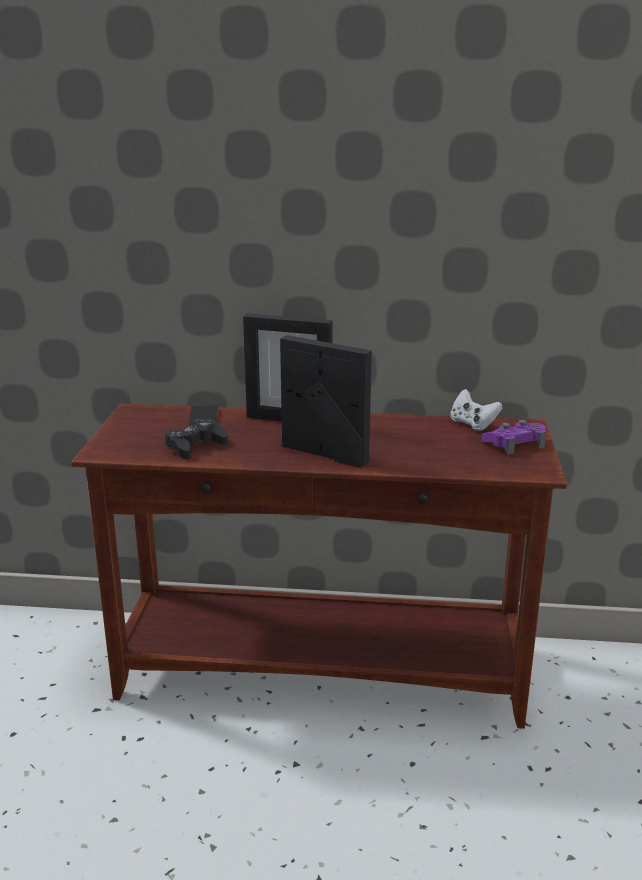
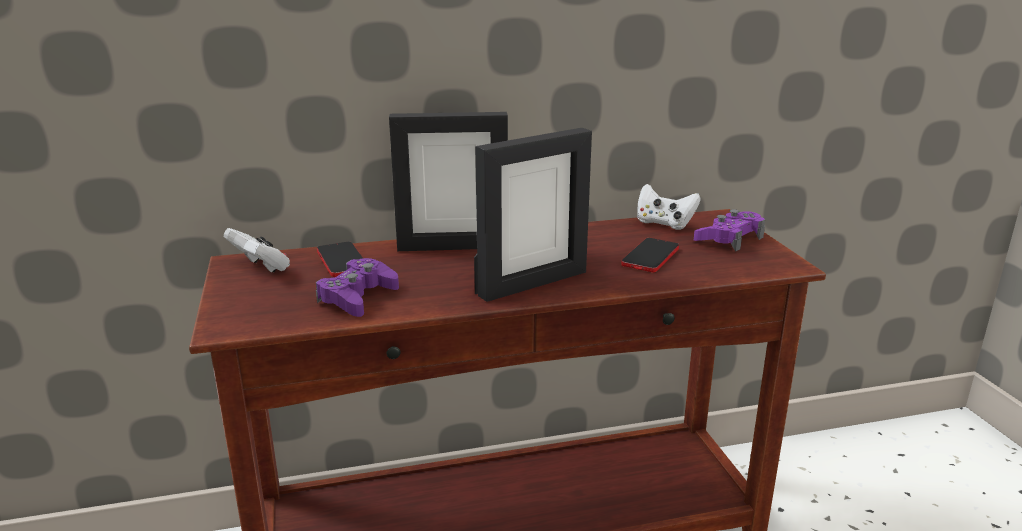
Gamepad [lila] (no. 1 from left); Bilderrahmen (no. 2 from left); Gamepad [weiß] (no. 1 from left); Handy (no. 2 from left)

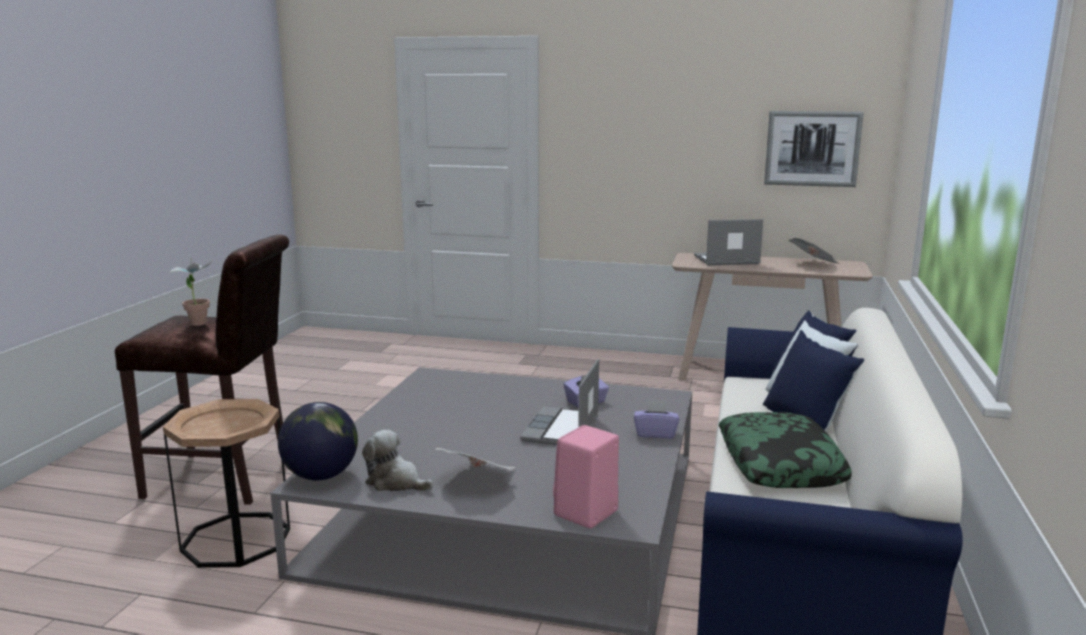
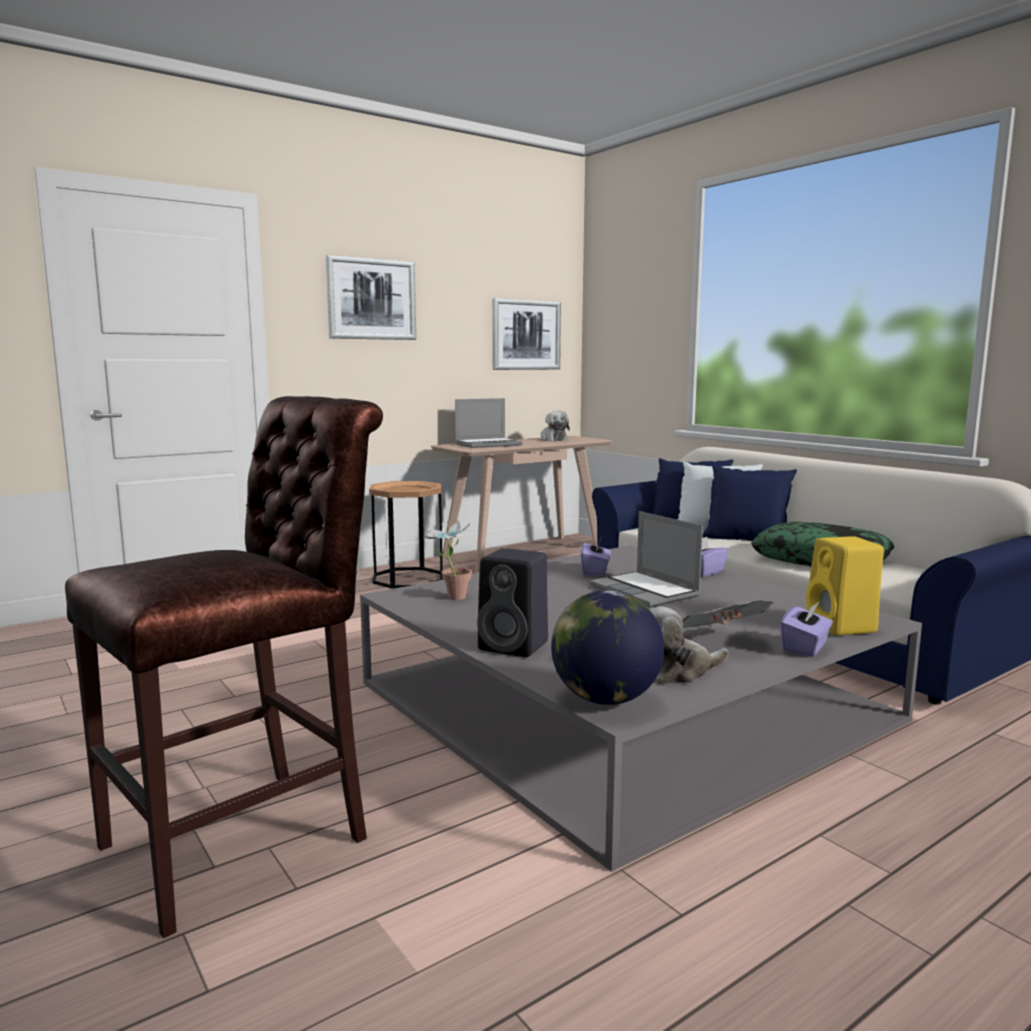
Beistelltisch [braun]; Topfpflanze; Lautsprecher [gelb]; Laptop (no. 1 from left); Plüschtier (no. 1 from left); Bild (no. 1 from left); Lautsprecher [schwarz]; Taschentuchbox [lila] (no. 3 from left)

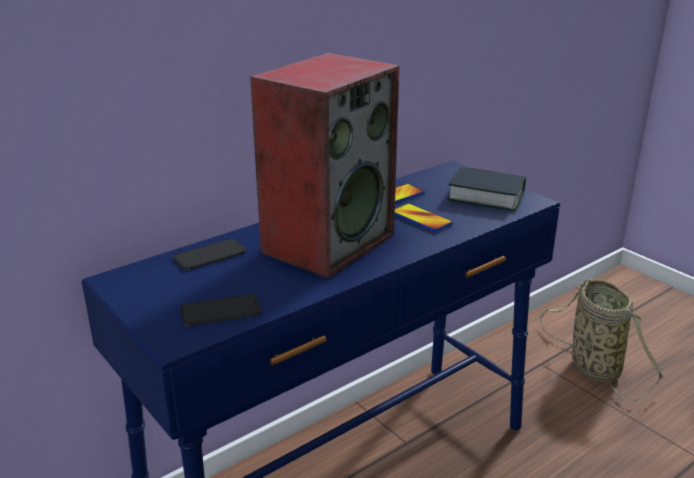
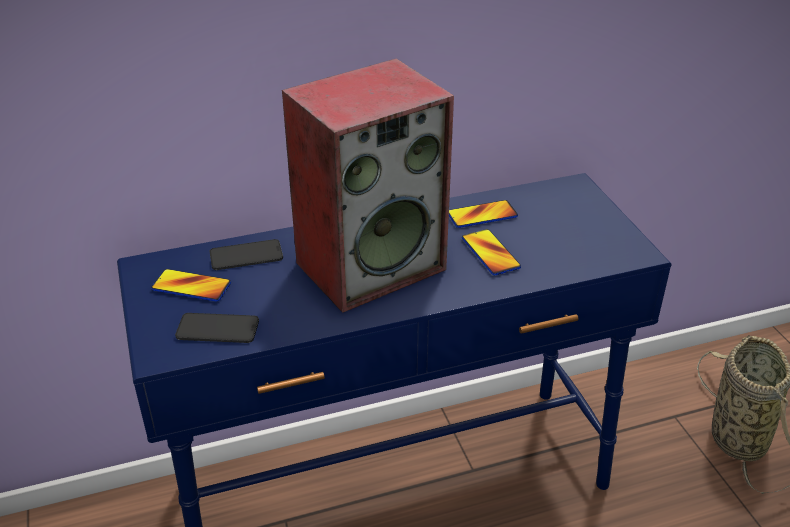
Buch; Handy (no. 1 from left)

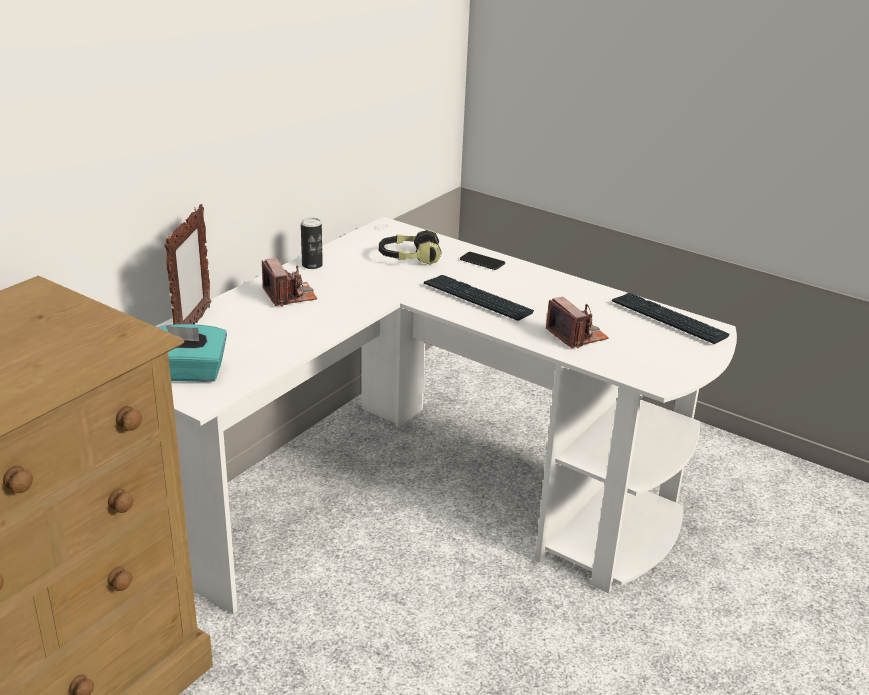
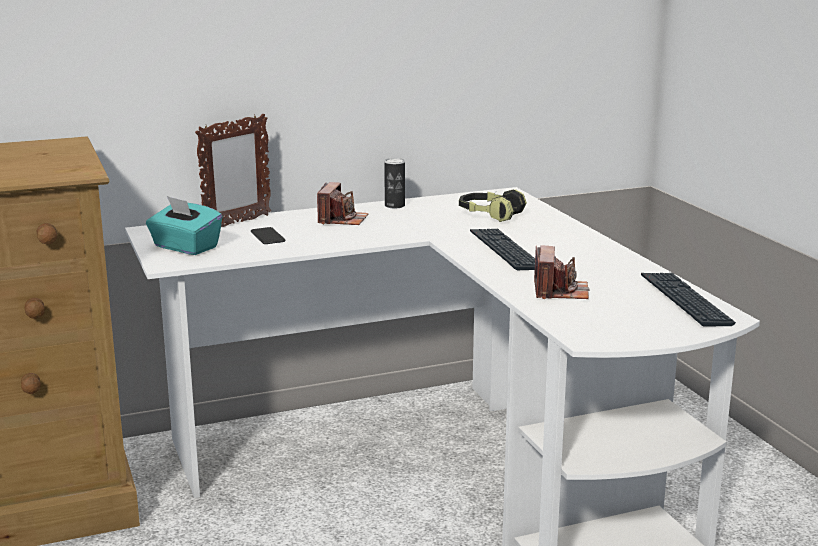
Handy

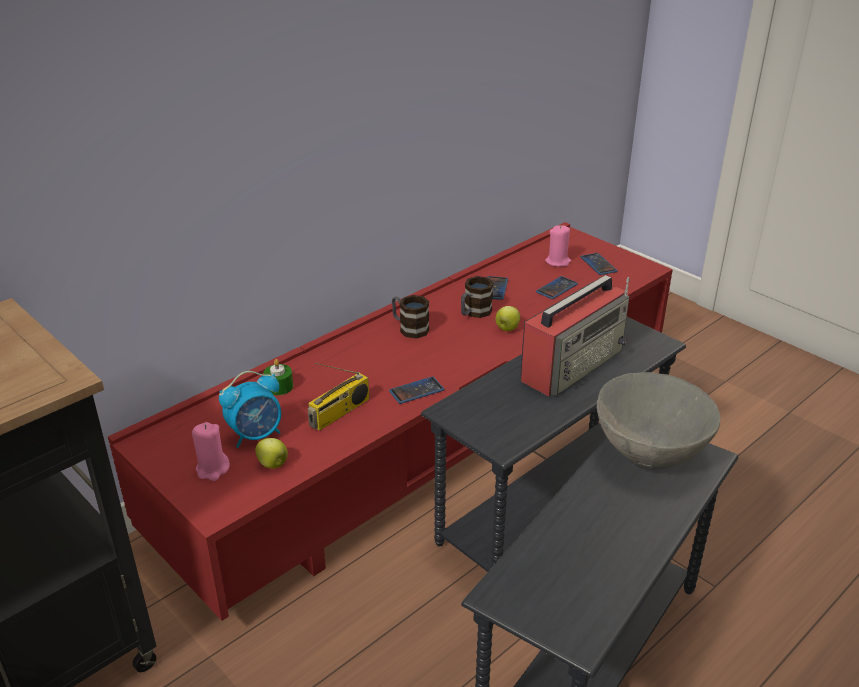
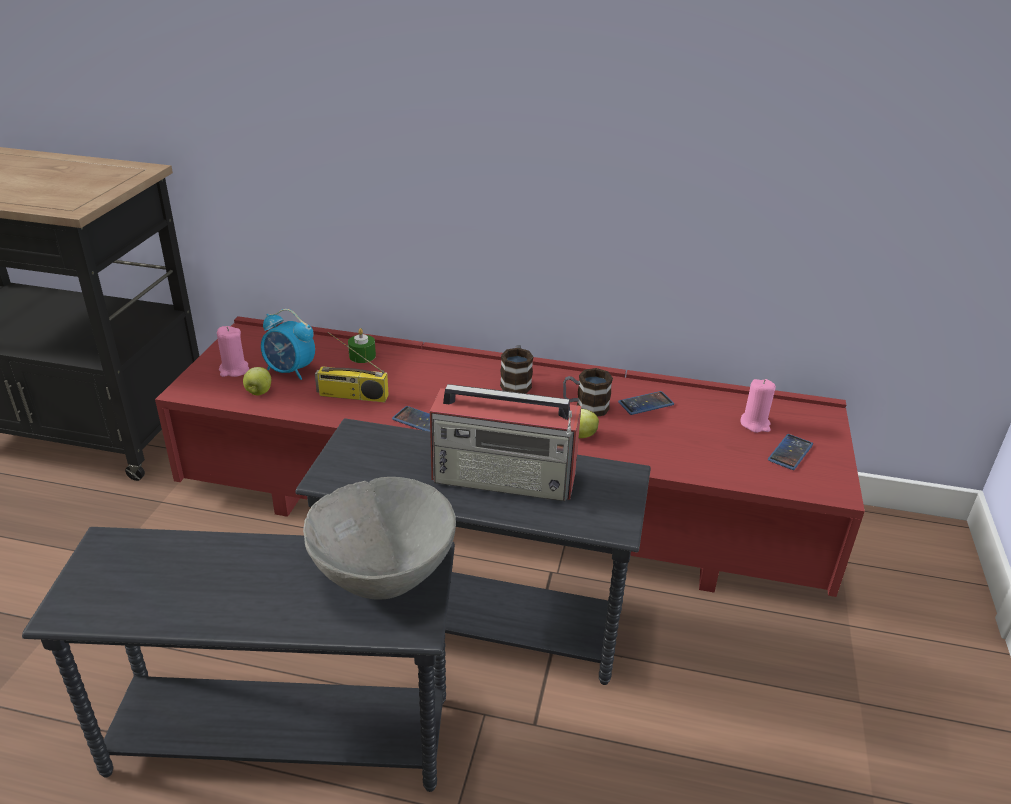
Handy (no. 3 from left in the first image)

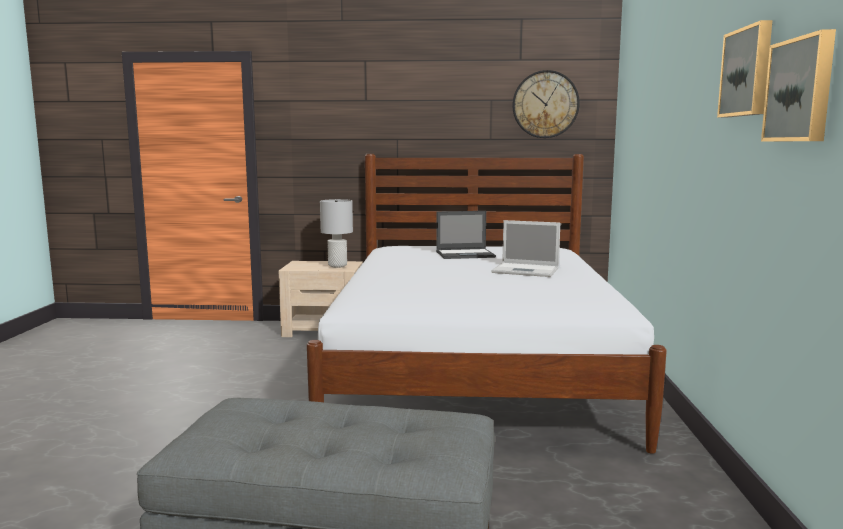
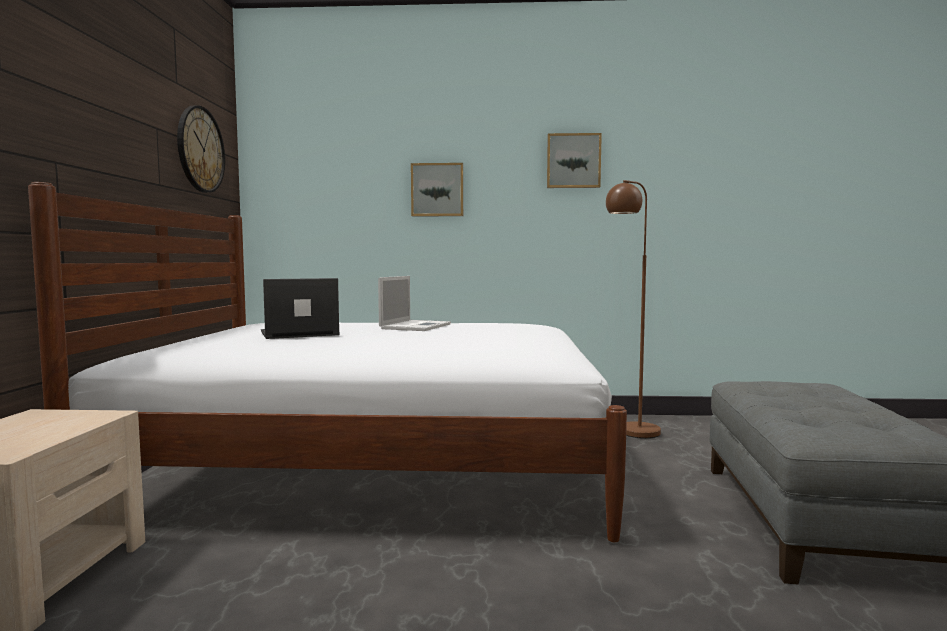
Tischlampe [grau]; Laptop (no. 1 from left); Bild (no. 1 from left); Stehlampe [braun]

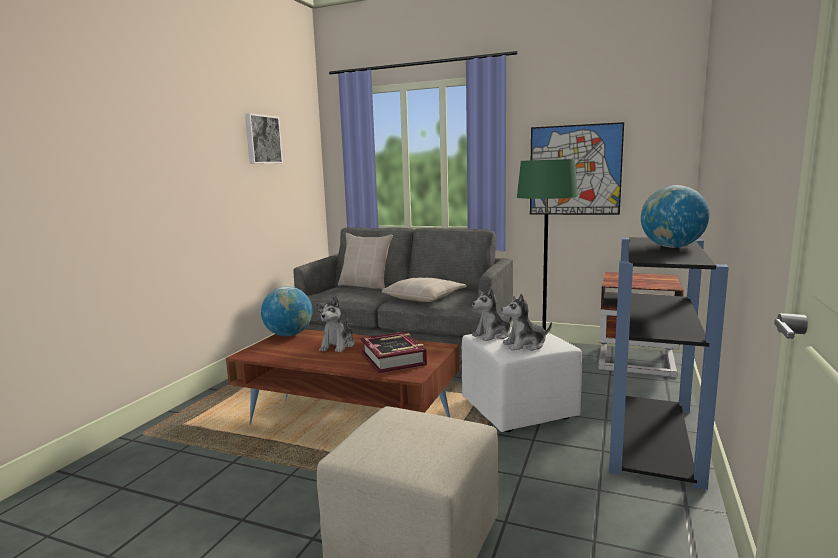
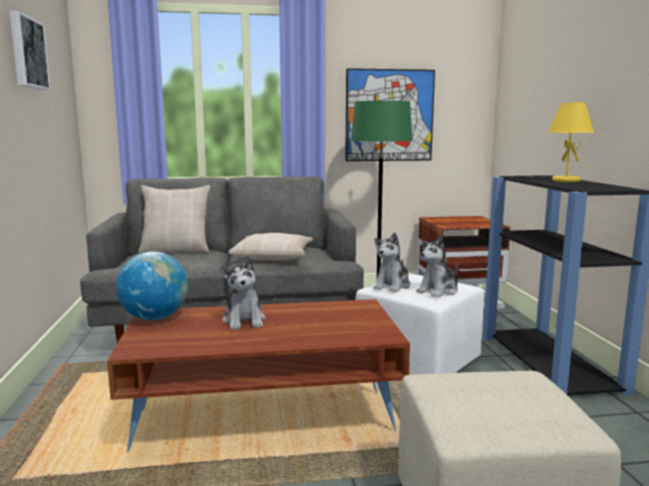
Buch; Tischlampe [gelb]

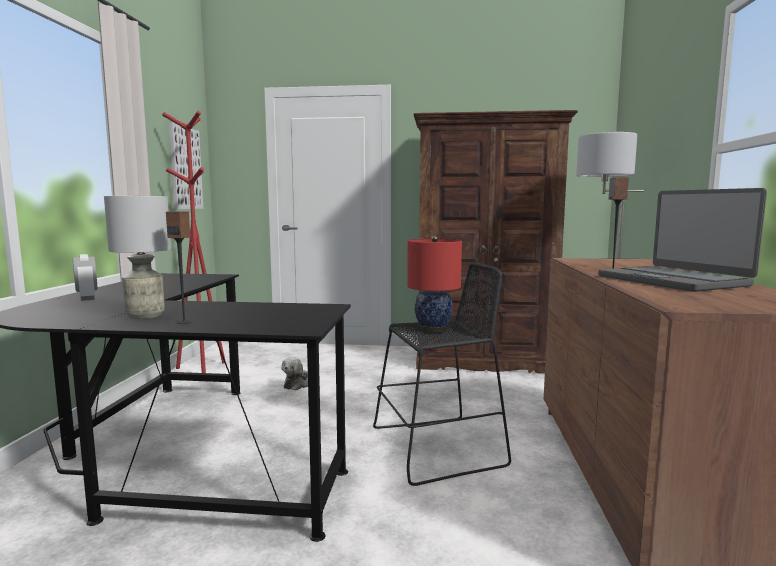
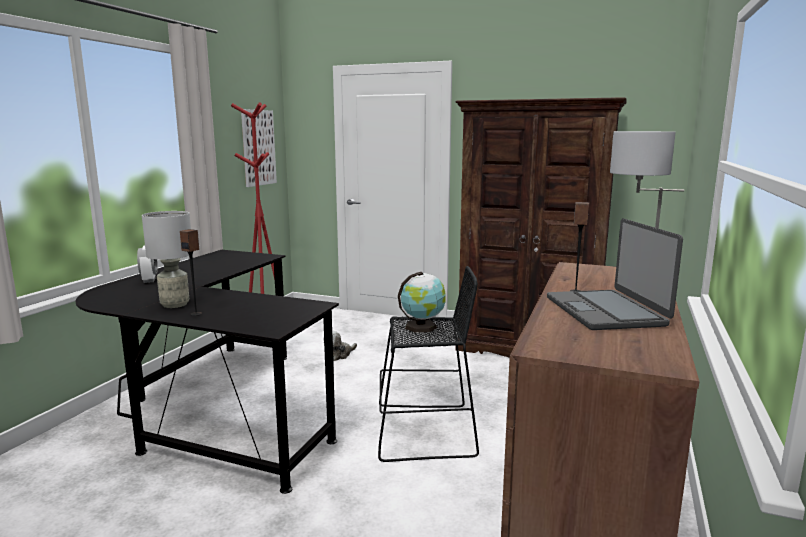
Globus

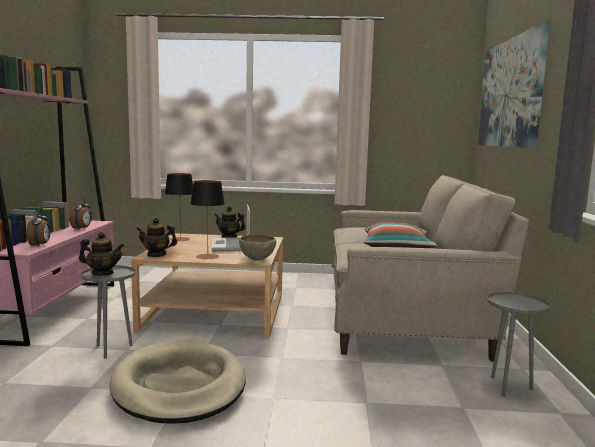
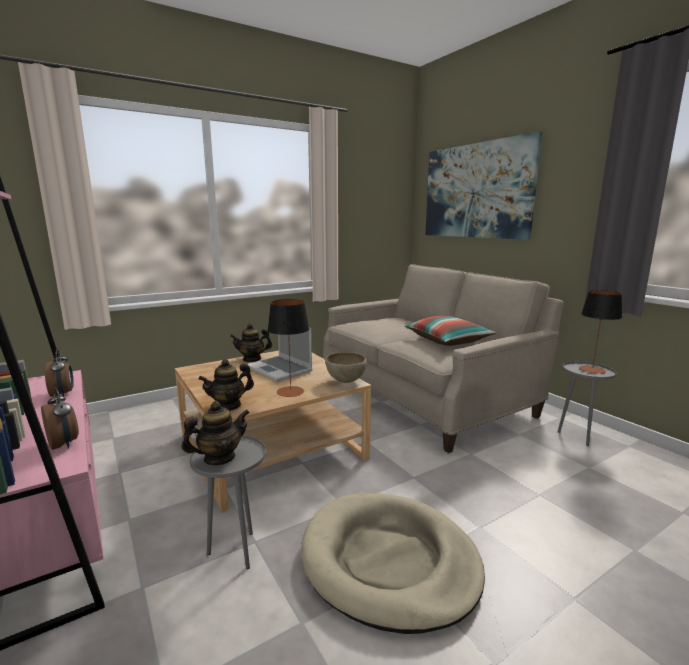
Tischlampe (no. 2 from left)

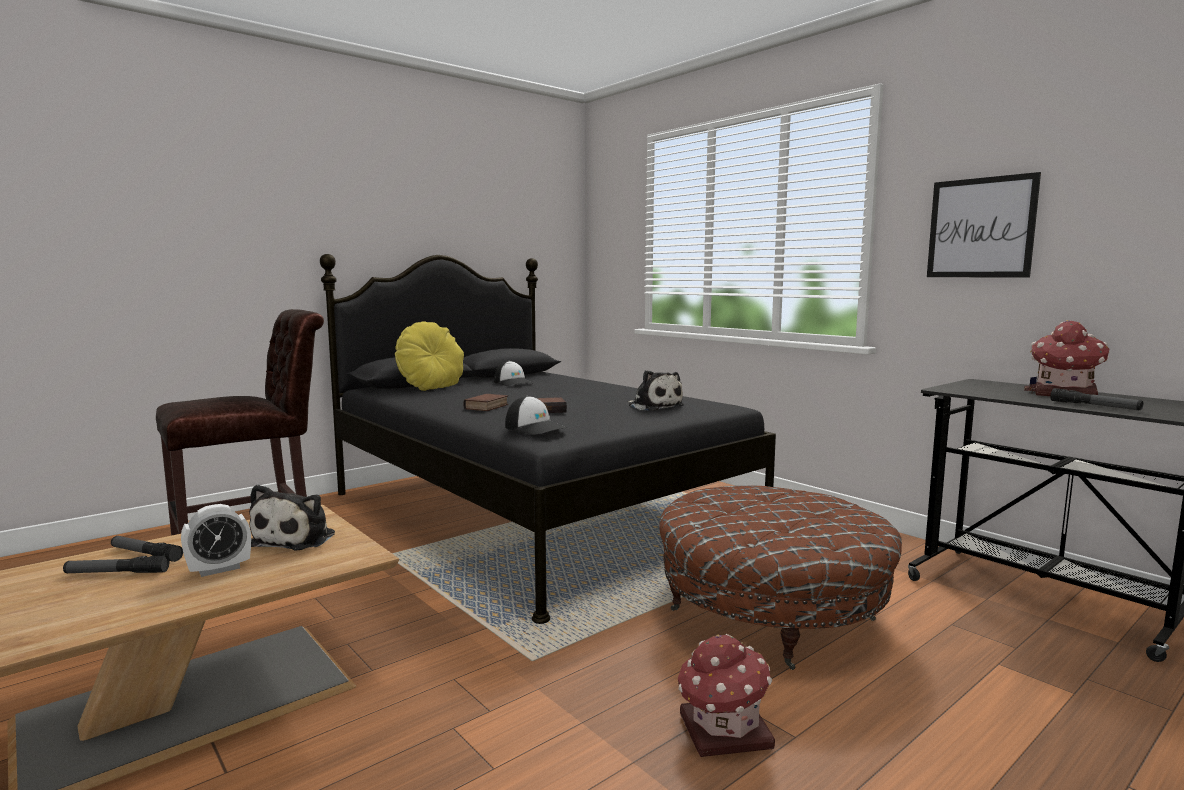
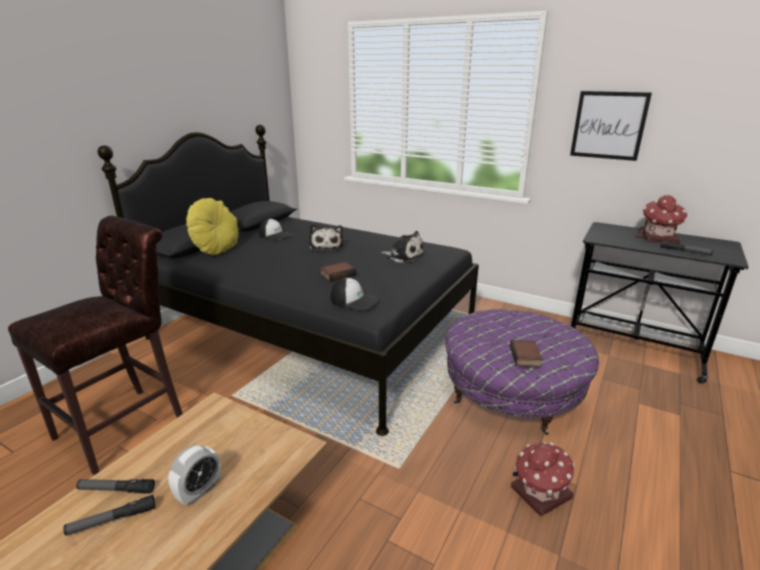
Plüschtier (no. 1 from left); Buch (no. 2 from left); Polsterhocker [lila]

